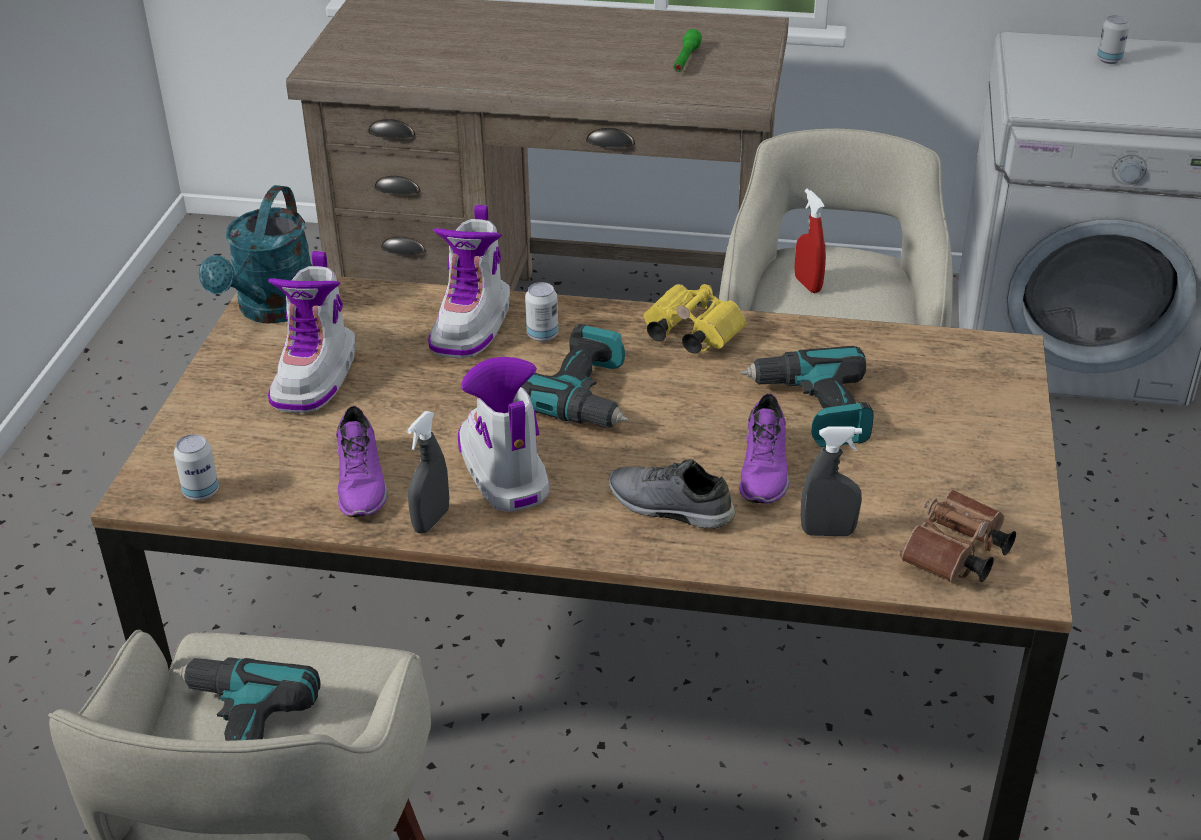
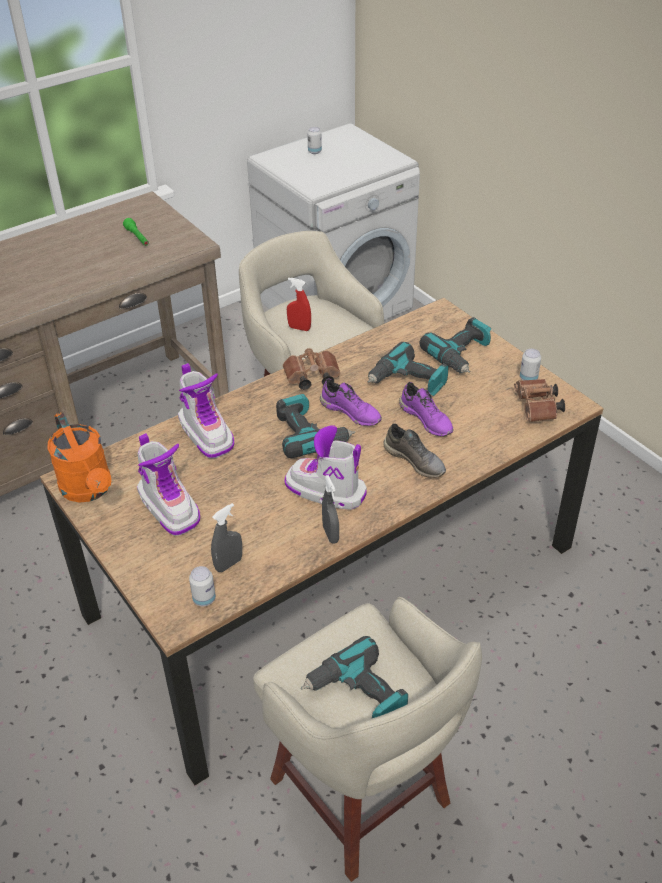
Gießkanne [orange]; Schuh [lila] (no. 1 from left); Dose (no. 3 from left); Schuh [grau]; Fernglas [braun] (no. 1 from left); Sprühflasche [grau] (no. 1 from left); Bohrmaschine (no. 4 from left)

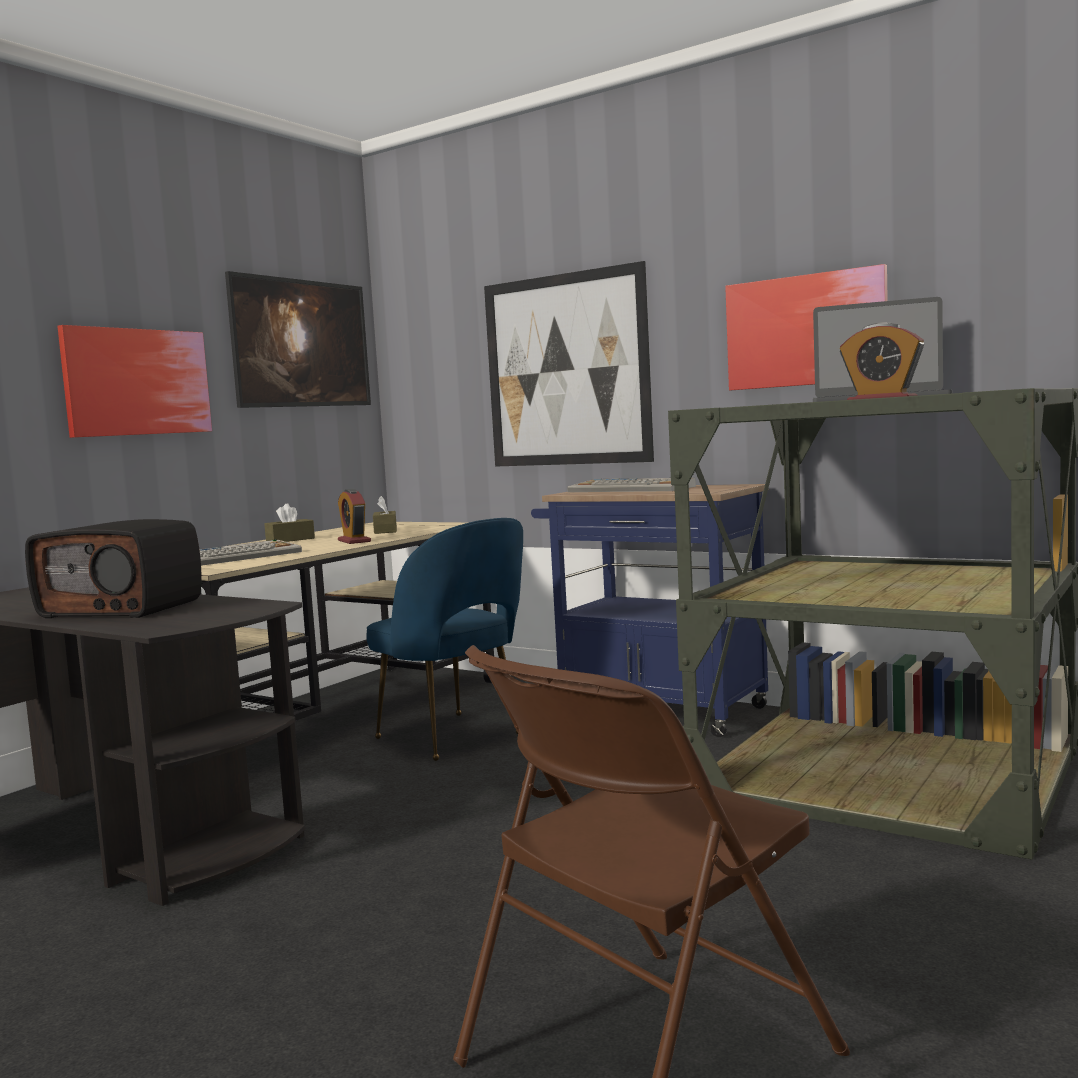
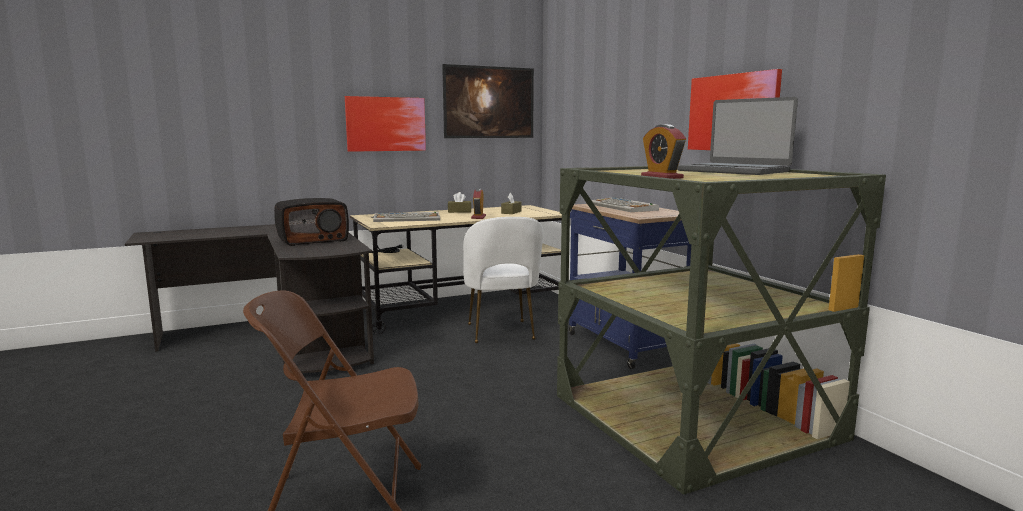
Radio; Stuhl [weiß]; Bild (no. 3 from left in the first image)

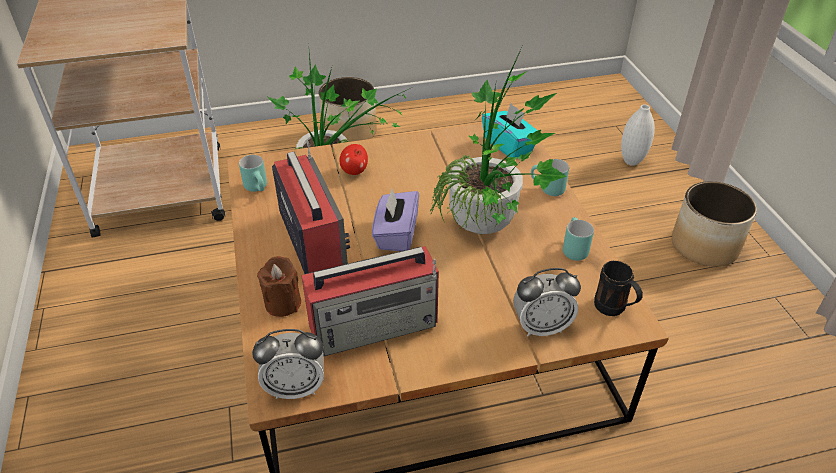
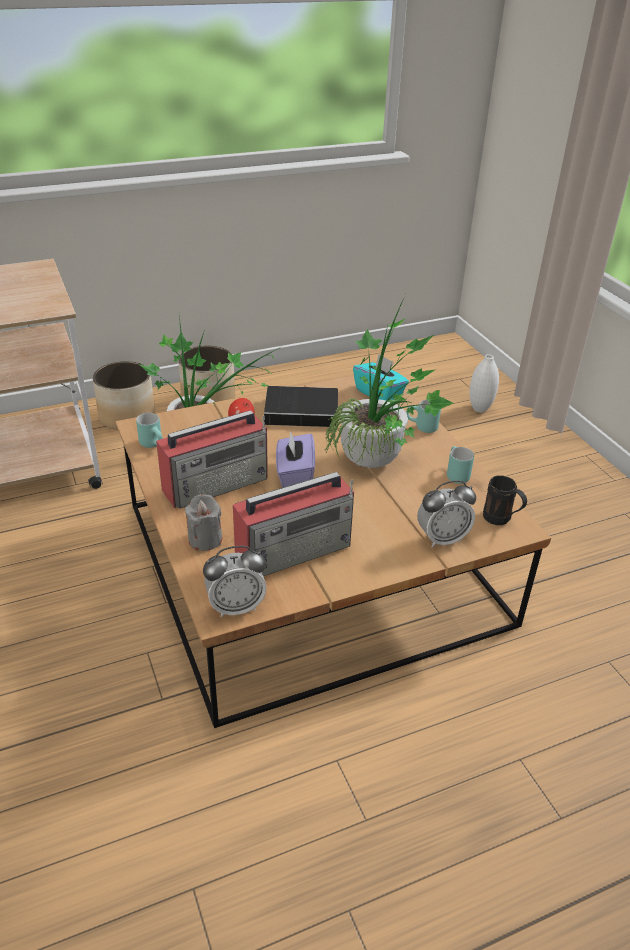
Kerze [grau]; Radio (no. 1 from left); Pflanzkübel (no. 1 from left); Buch

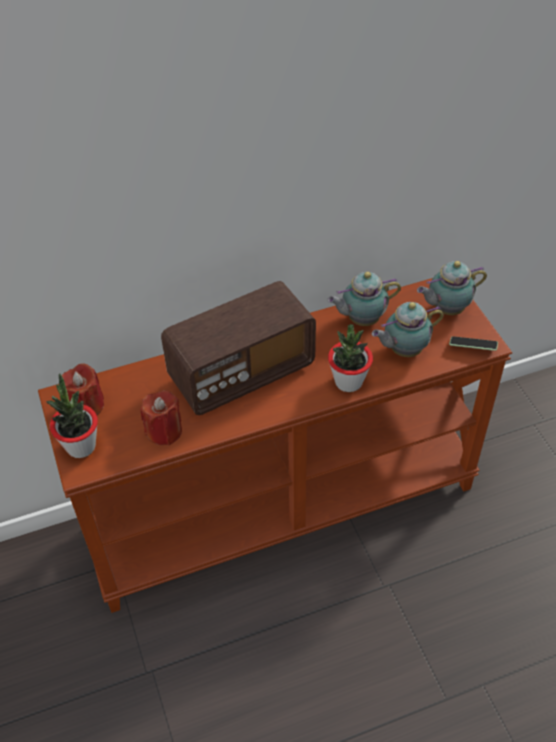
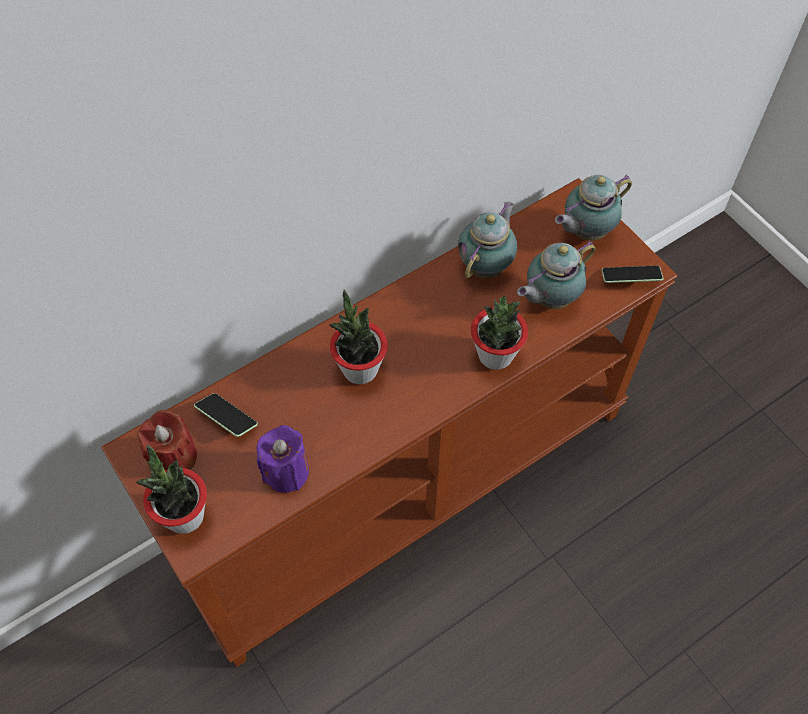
Kerze [lila]; Topfpflanze (no. 2 from left); Teekanne (no. 1 from left); Handy (no. 1 from left)

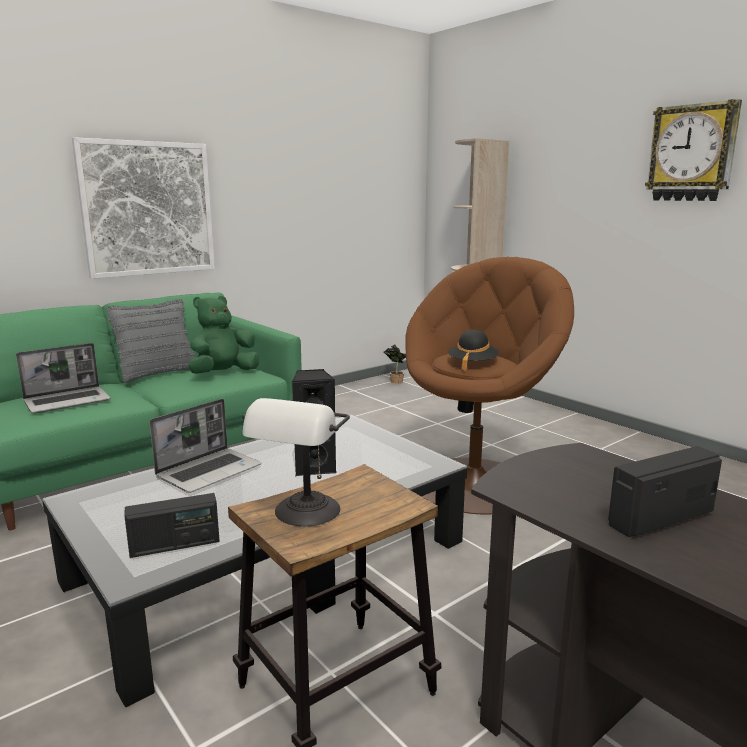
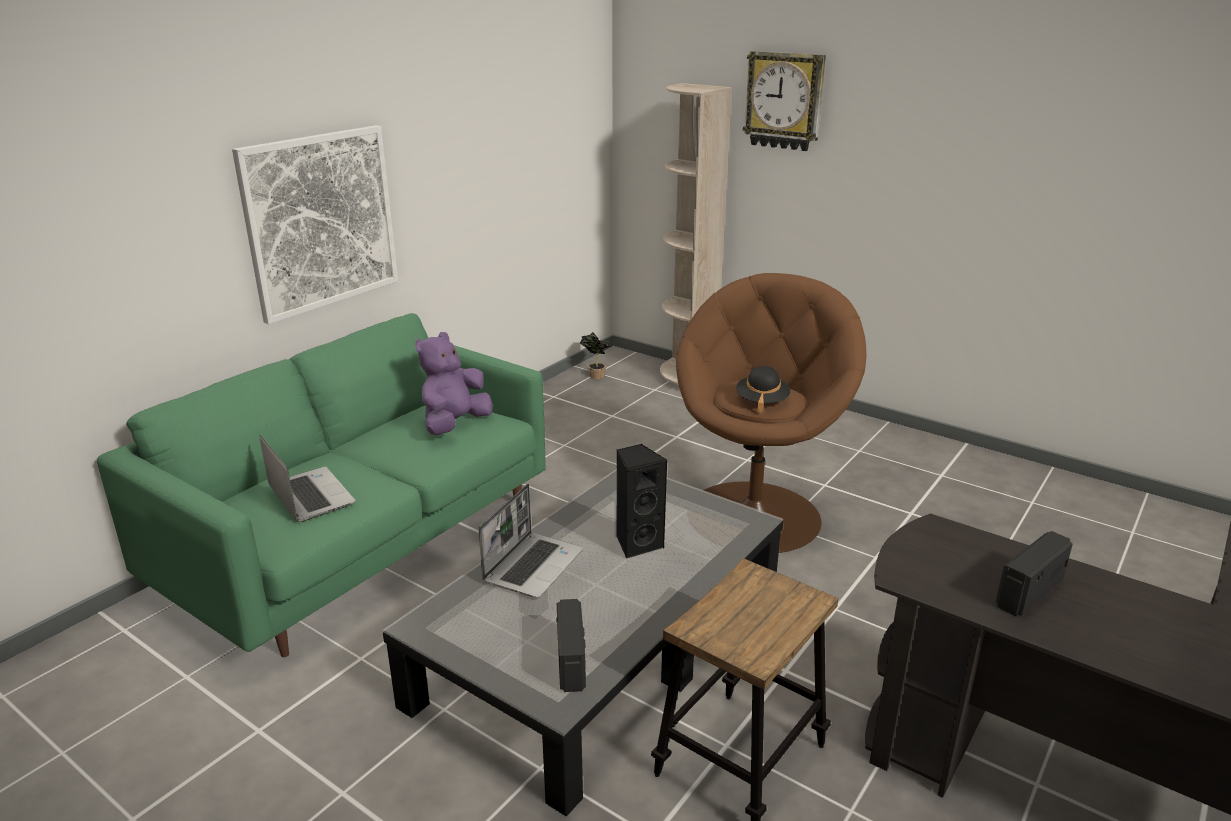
Laptop (no. 1 from left); Kissen [grau]; Radio (no. 1 from left); Plüschtier [lila]; Tischlampe; Wanduhr

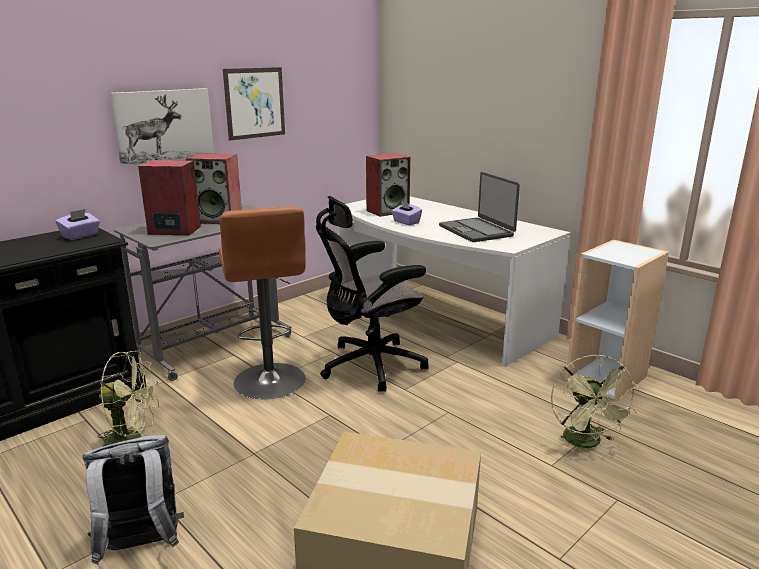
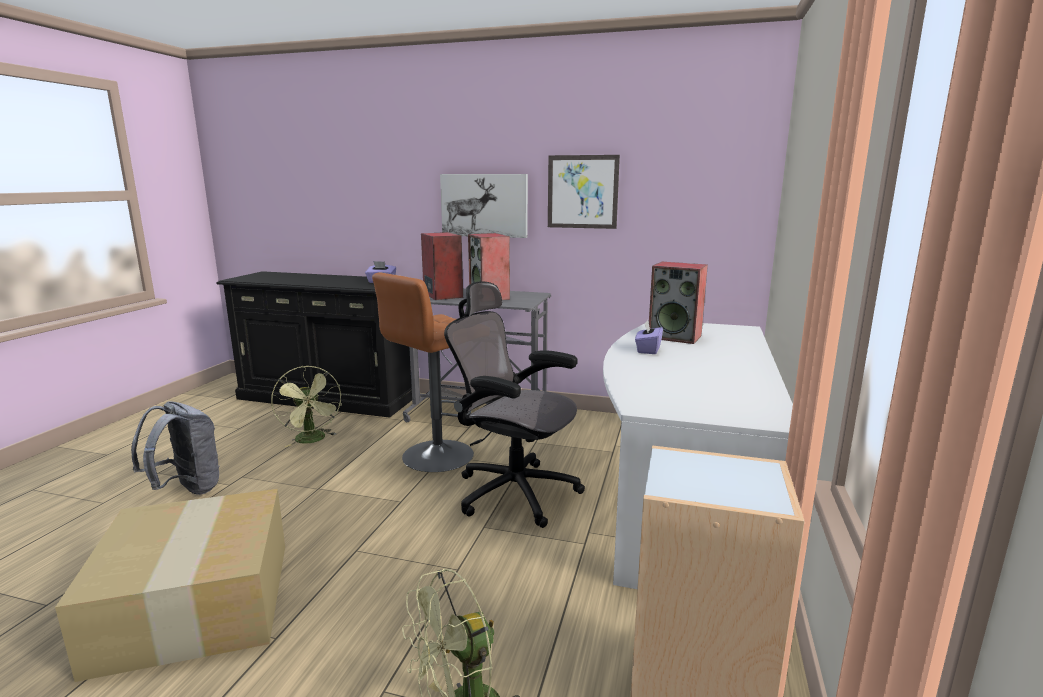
Laptop

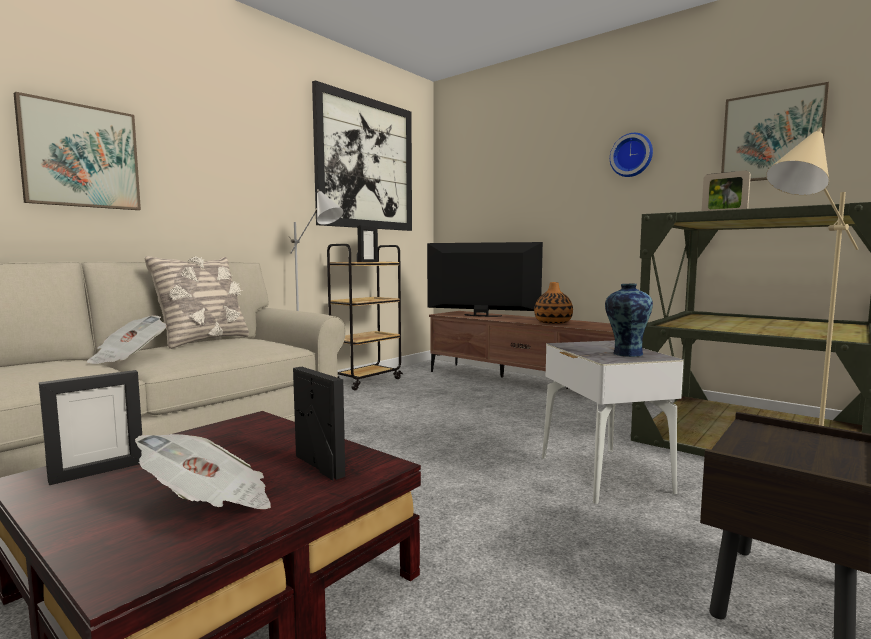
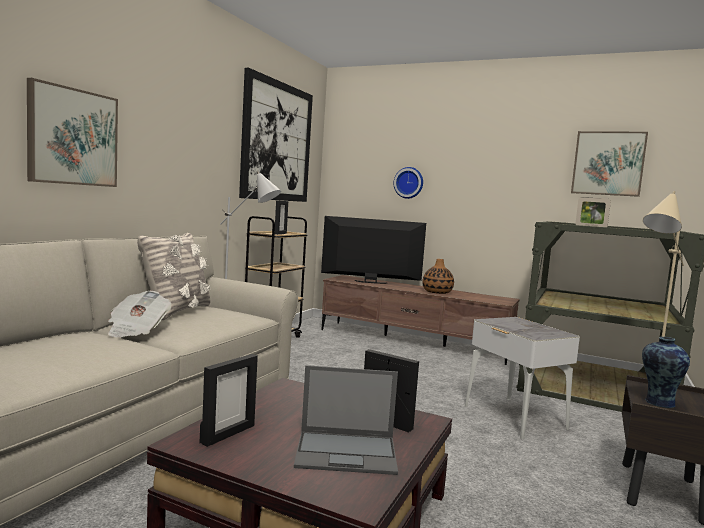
Laptop; Vase (no. 2 from left); Wanduhr

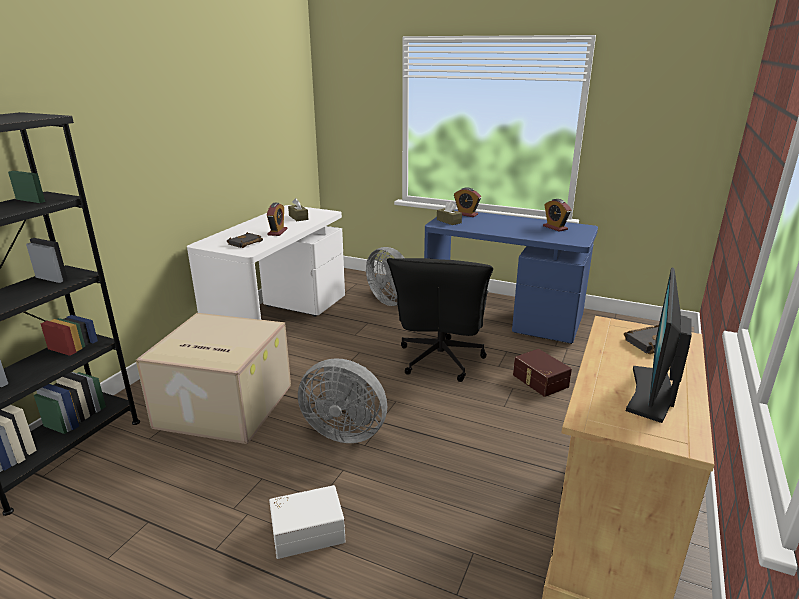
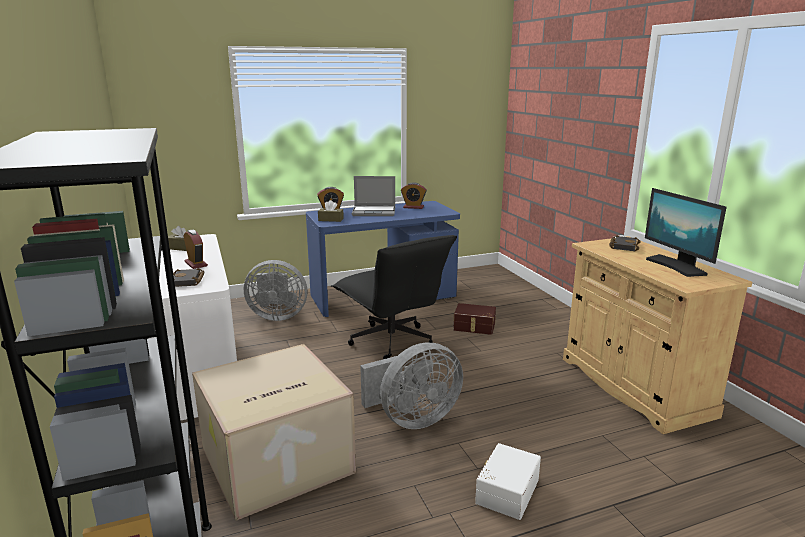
Laptop

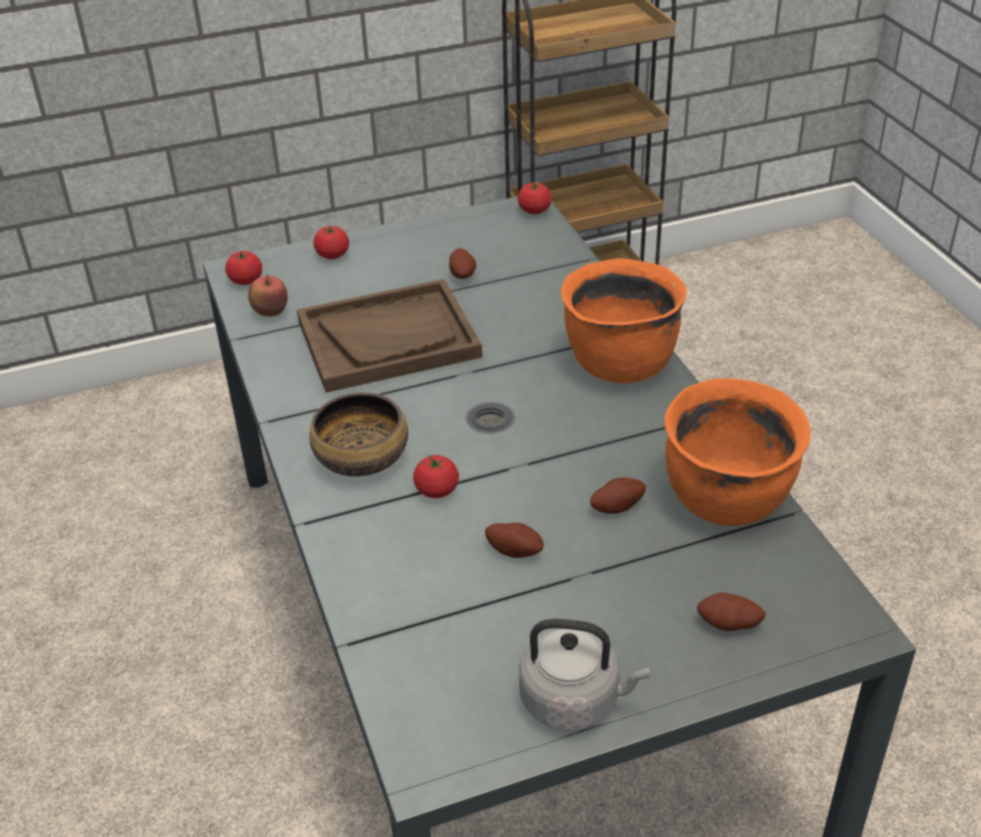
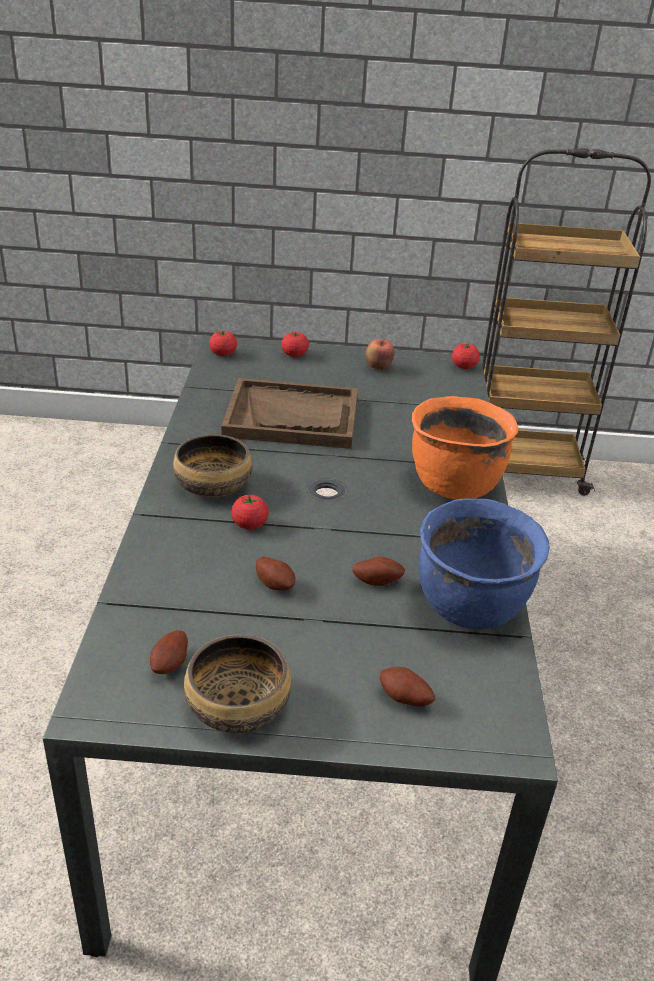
Apfel; Kartoffel (no. 1 from left); Schüssel (no. 2 from left); Kochtopf [blau]

